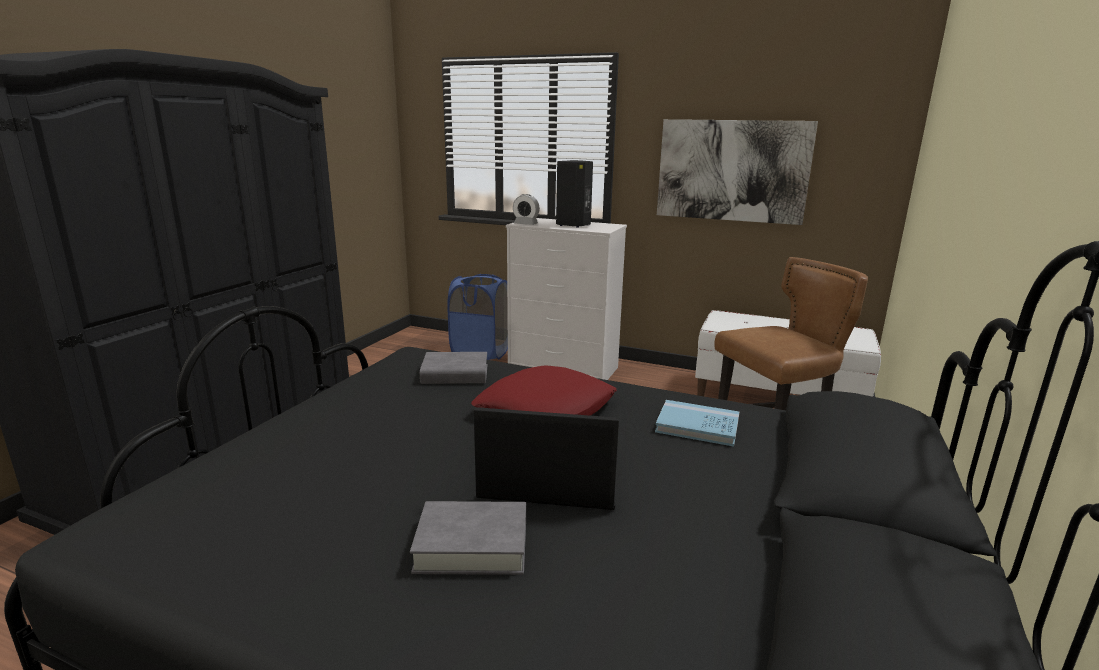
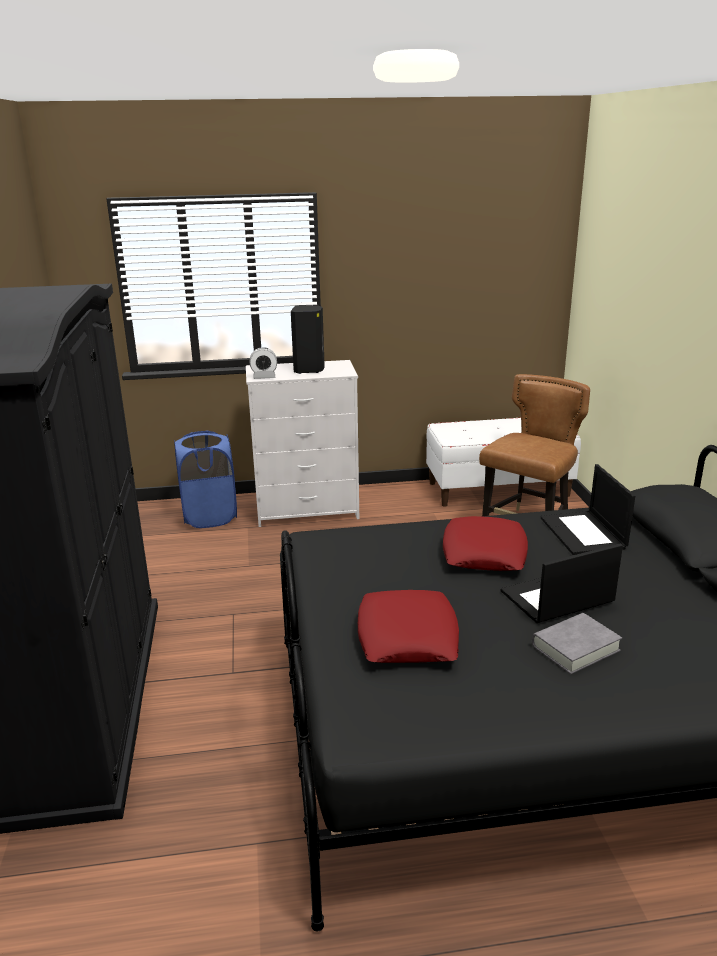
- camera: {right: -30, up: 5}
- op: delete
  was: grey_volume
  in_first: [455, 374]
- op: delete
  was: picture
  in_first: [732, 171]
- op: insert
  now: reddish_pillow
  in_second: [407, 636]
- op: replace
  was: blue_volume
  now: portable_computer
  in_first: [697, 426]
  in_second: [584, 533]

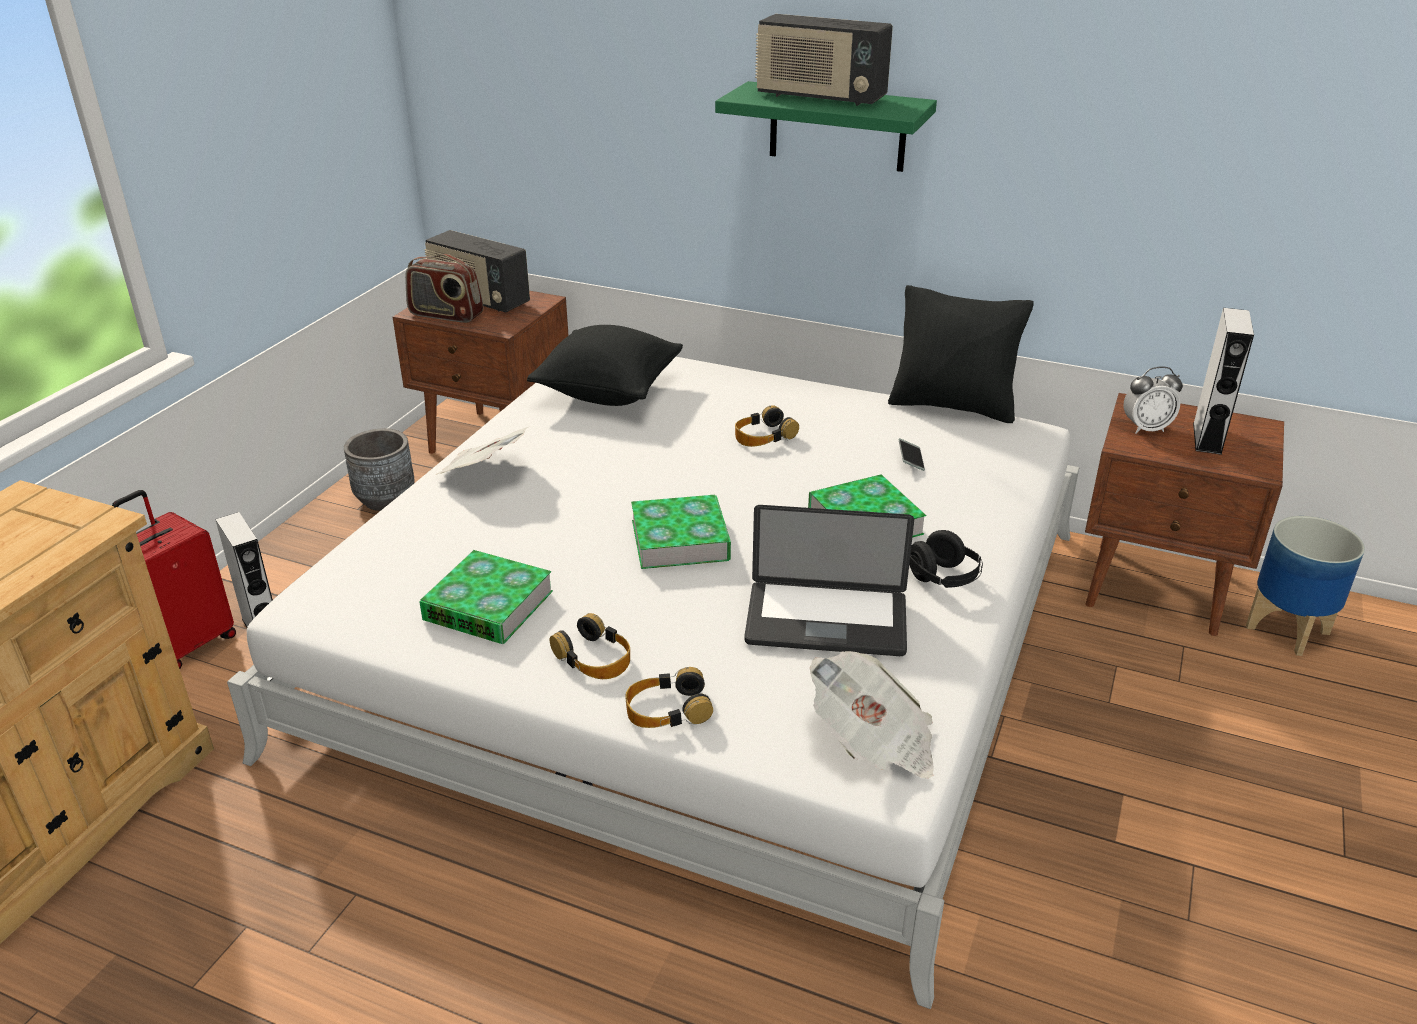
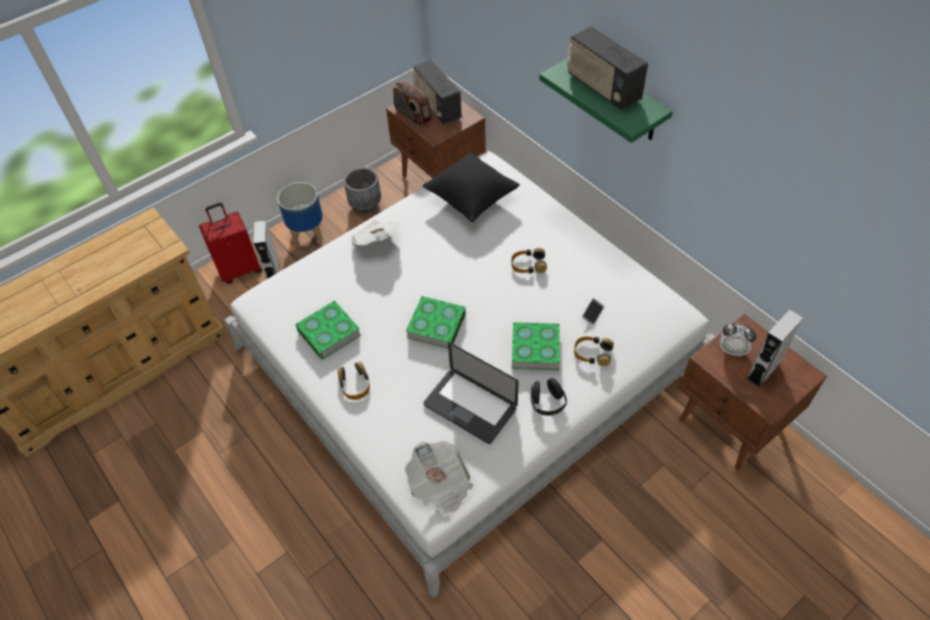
- camera: {right: 30, up: 20}
- op: delete
  was: black-coloured_pillow
  in_first: [952, 406]
- op: move
  was: pair_of_headphones
  in_first: [667, 709]
  in_second: [592, 353]
- op: move
  was: plant_pot
  in_first: [1287, 629]
  in_second: [308, 233]

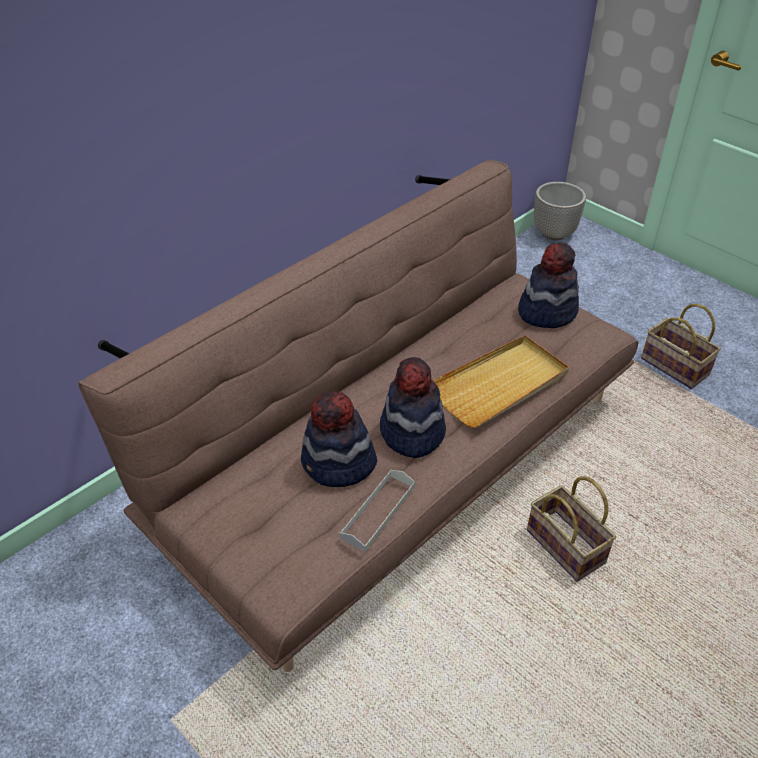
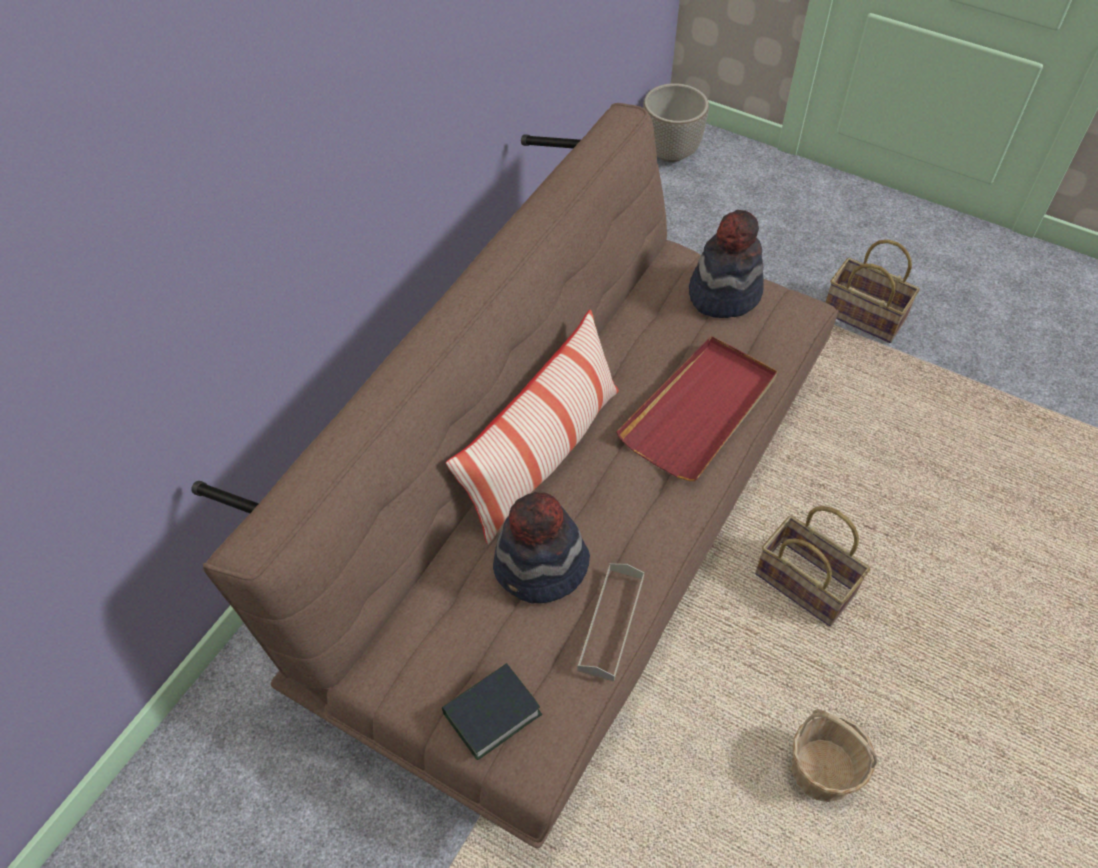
- camera: {right: -15, up: 10}
- op: delete
  was: hat
  in_first: [411, 432]
- op: insert
  now: volume
  in_second: [491, 714]
- op: insert
  now: pillow
  in_second: [541, 456]
- op: insert
  now: household_basket
  in_second: [823, 771]
- op: recolor
  was: sand-coloured_carrying_tray
  now: reddish_carrying_tray
  in_first: [500, 384]
  in_second: [700, 411]

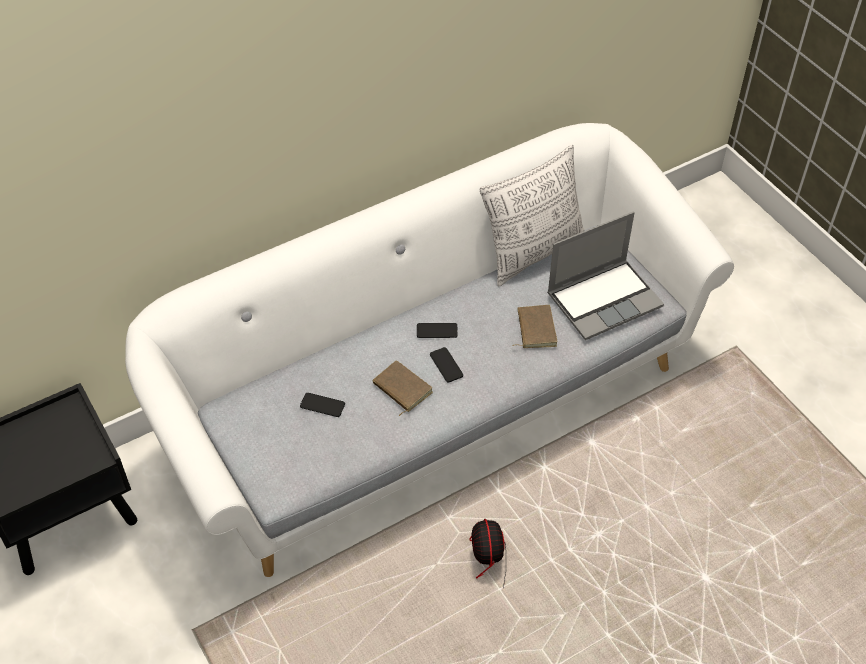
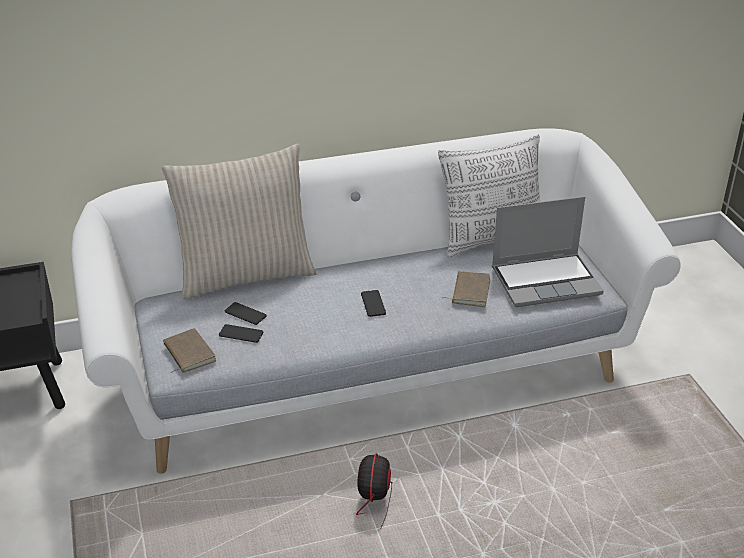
- camera: {right: 15, up: -15}
- op: insert
  now: sand-coloured_pillow
  in_second: [245, 274]
- op: move
  was: brown-coloured_volume
  in_first: [401, 389]
  in_second: [187, 353]
- op: move
  was: phone
  in_first: [437, 331]
  in_second: [241, 334]

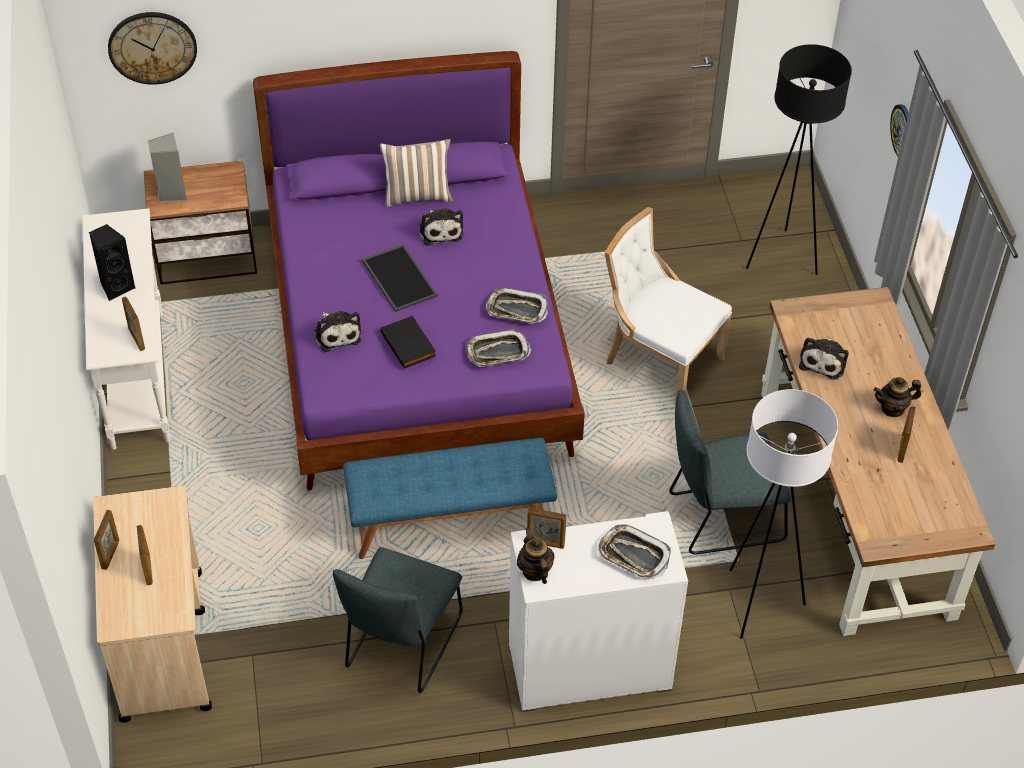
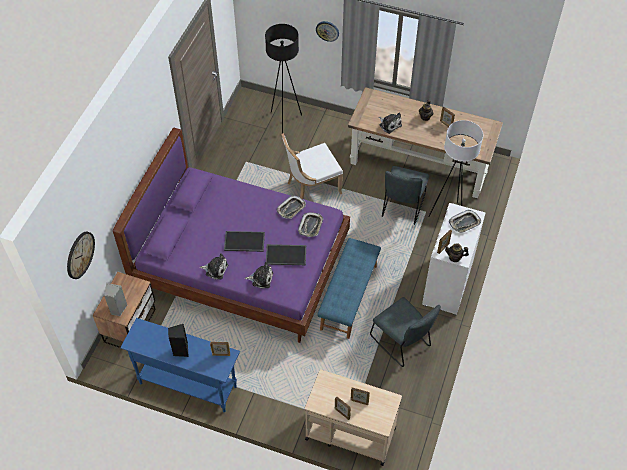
- camera: {right: -60, up: 5}
- op: delete
  was: pillow
  in_first: [417, 195]
- op: move
  was: cuddly_toy
  in_first: [440, 230]
  in_second: [215, 269]
- op: replace
  was: black-coloured_volume
  now: carrying_tray
  in_first: [409, 344]
  in_second: [286, 254]
- op: recolor
  was: whitish_console_table
  now: blue_console_table
  in_first: [138, 378]
  in_second: [187, 384]

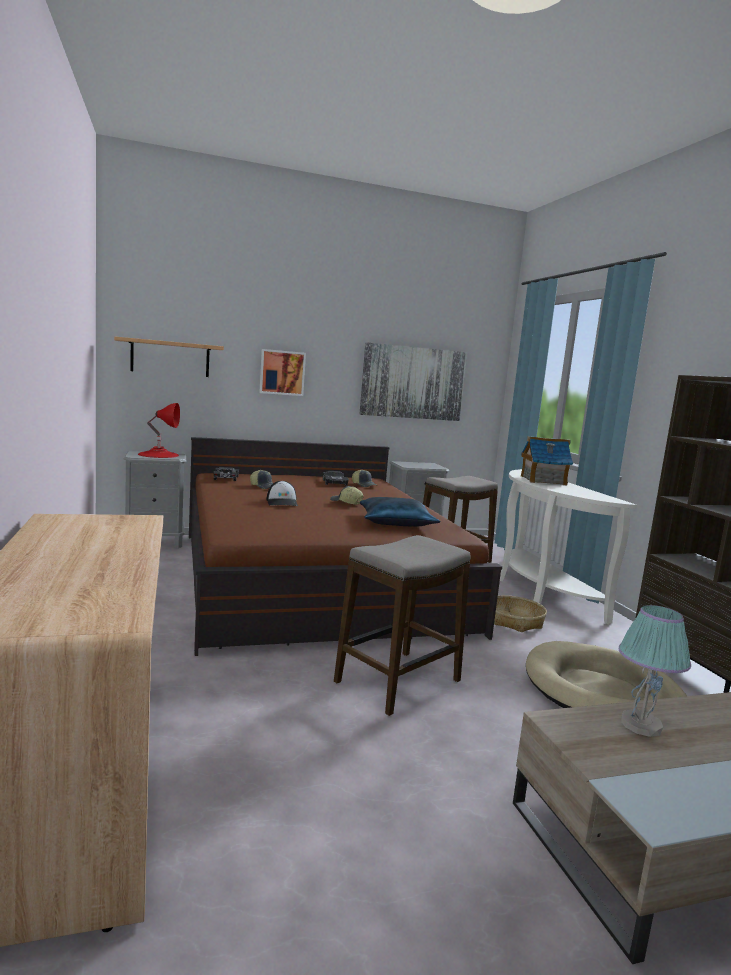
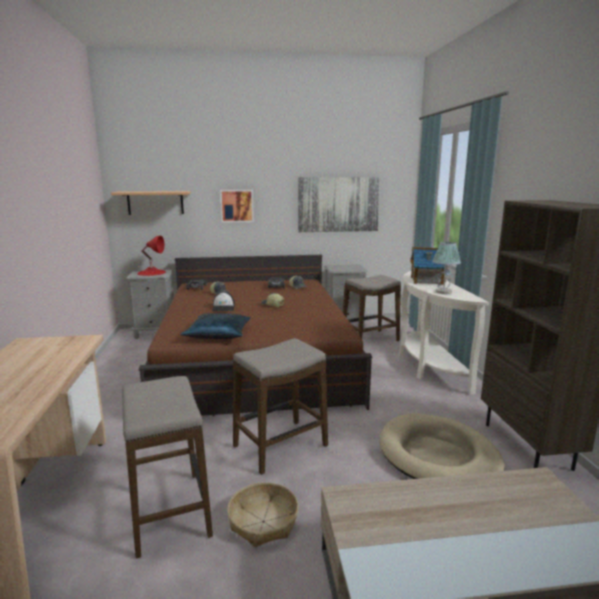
- camera: {right: 10, up: 5}
- op: insert
  now: stool
  in_second: [170, 511]
- op: move
  was: blue_pillow
  in_first: [396, 522]
  in_second: [219, 334]
- op: move
  was: household_basket
  in_first: [514, 621]
  in_second: [263, 522]
- op: move
  was: table_lamp
  in_first: [641, 725]
  in_second: [443, 292]

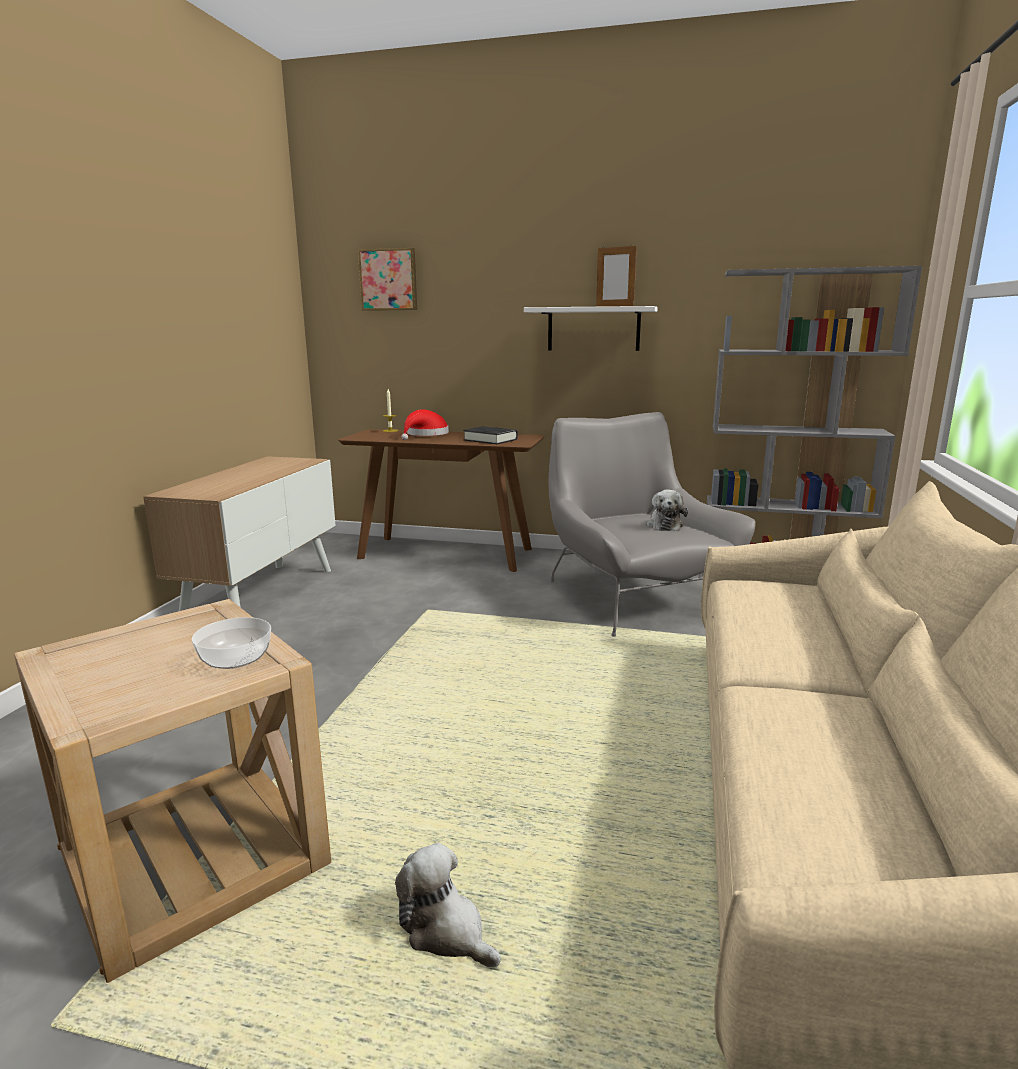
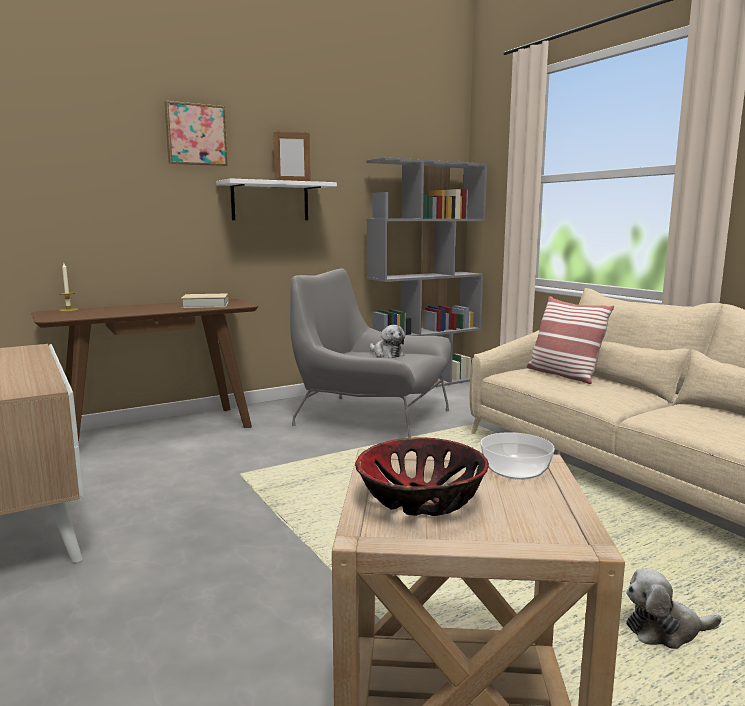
- camera: {right: -45, up: -5}
- op: delete
  was: reddish_hat
  in_first: [425, 435]
- op: insert
  now: deep_dish
  in_second: [420, 499]
- op: insert
  now: pillow
  in_second: [563, 375]
- op: move
  was: picture
  in_first: [389, 280]
  in_second: [195, 135]
- op: recolor
  was: black-coloured_volume
  now: sand-coloured_volume
  in_first: [490, 440]
  in_second: [205, 305]

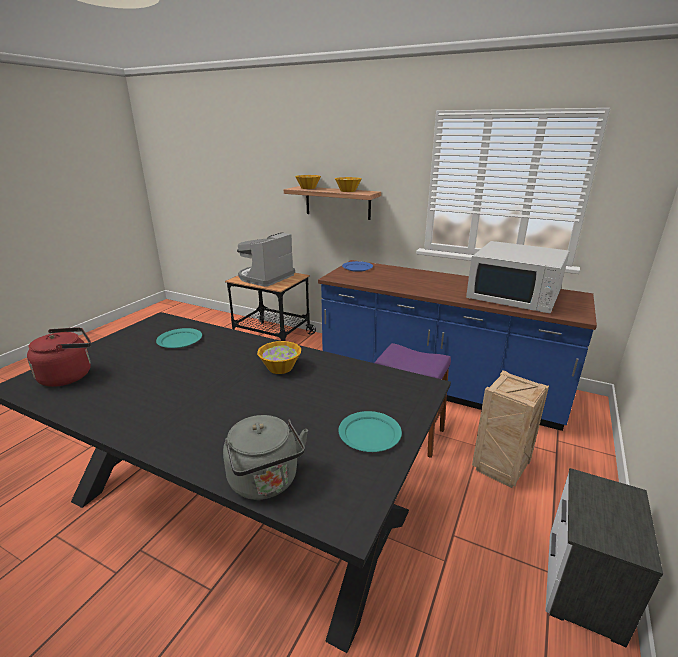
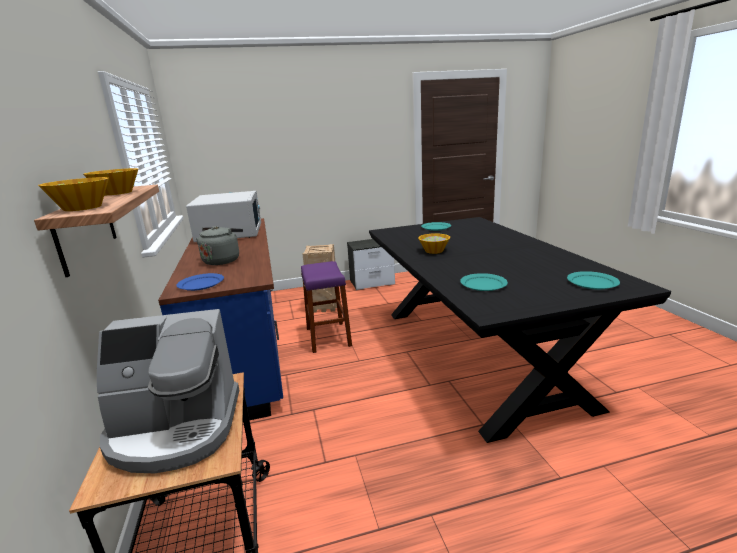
- camera: {right: -130, up: -5}
- op: move
  was: grey_kettle
  in_first: [266, 482]
  in_second: [223, 260]
- op: replace
  was: reddish_kettle
  now: turquoise-coloured_plate
  in_first: [69, 375]
  in_second: [592, 282]

